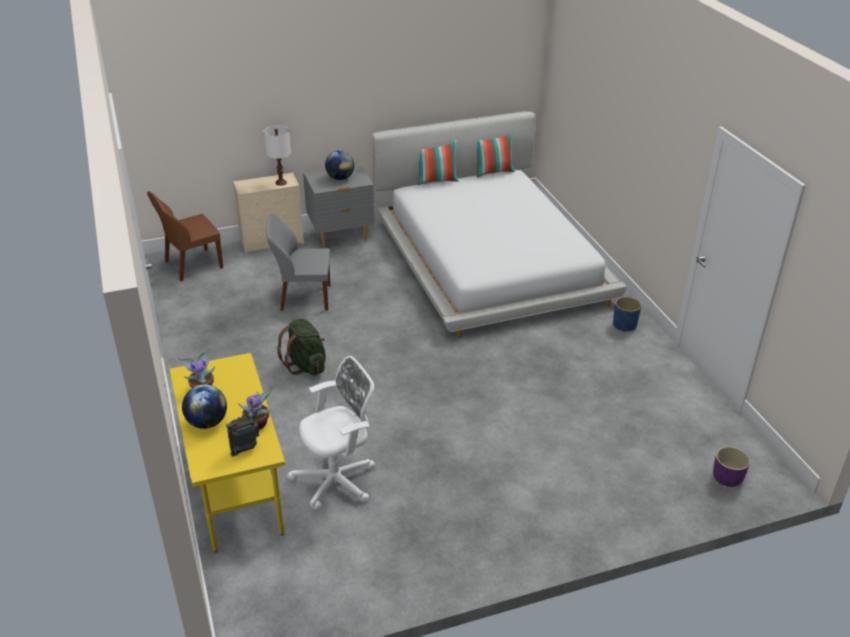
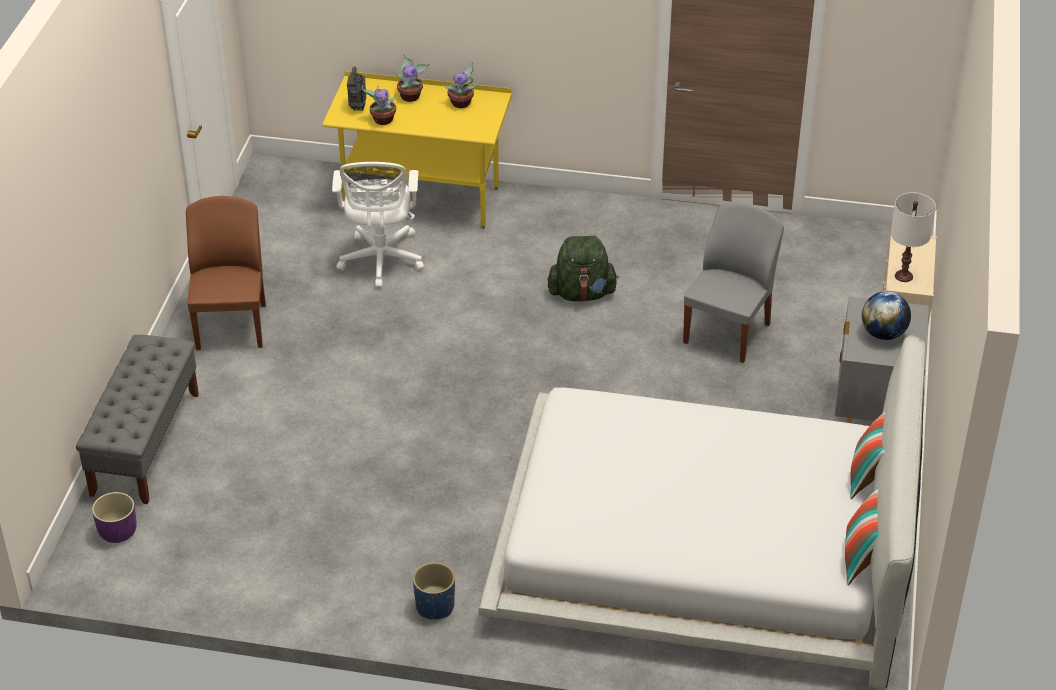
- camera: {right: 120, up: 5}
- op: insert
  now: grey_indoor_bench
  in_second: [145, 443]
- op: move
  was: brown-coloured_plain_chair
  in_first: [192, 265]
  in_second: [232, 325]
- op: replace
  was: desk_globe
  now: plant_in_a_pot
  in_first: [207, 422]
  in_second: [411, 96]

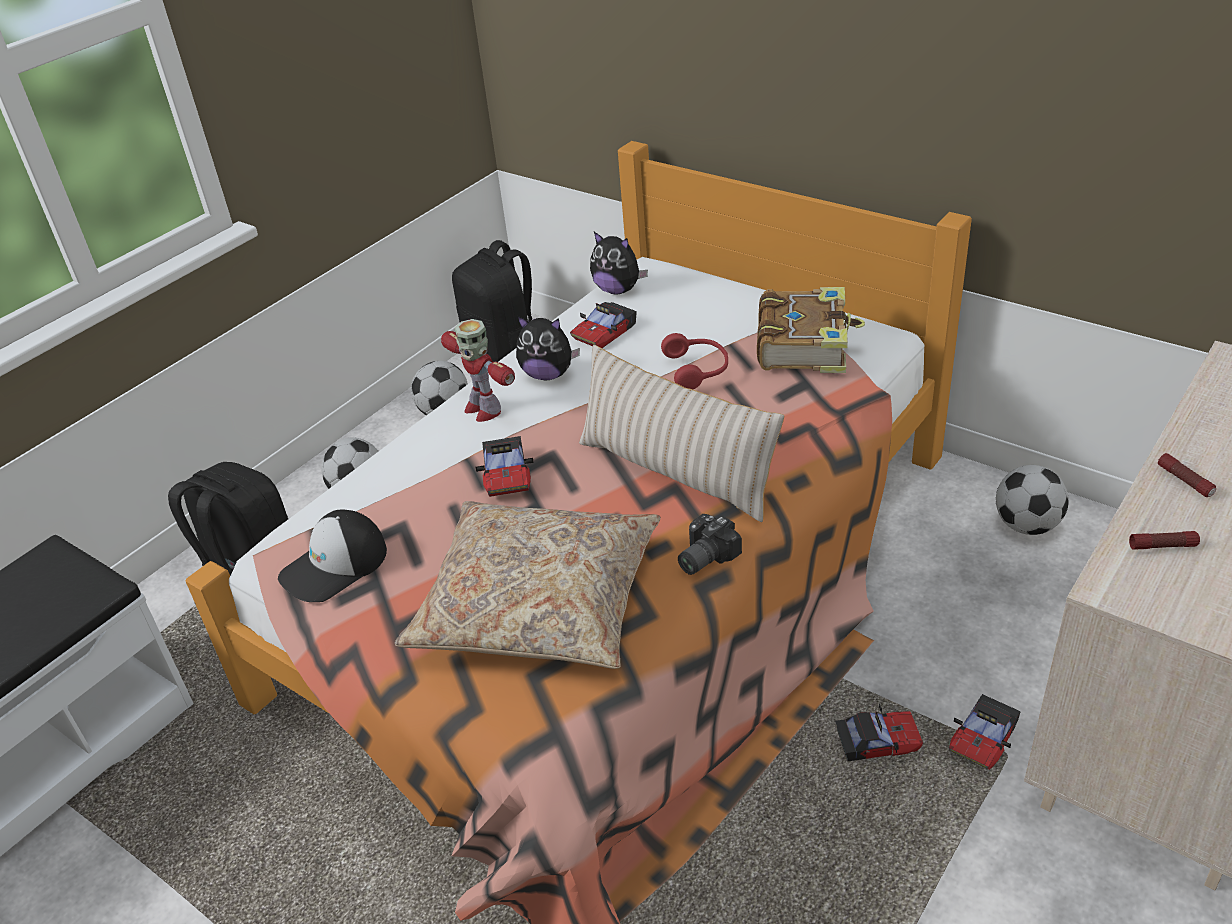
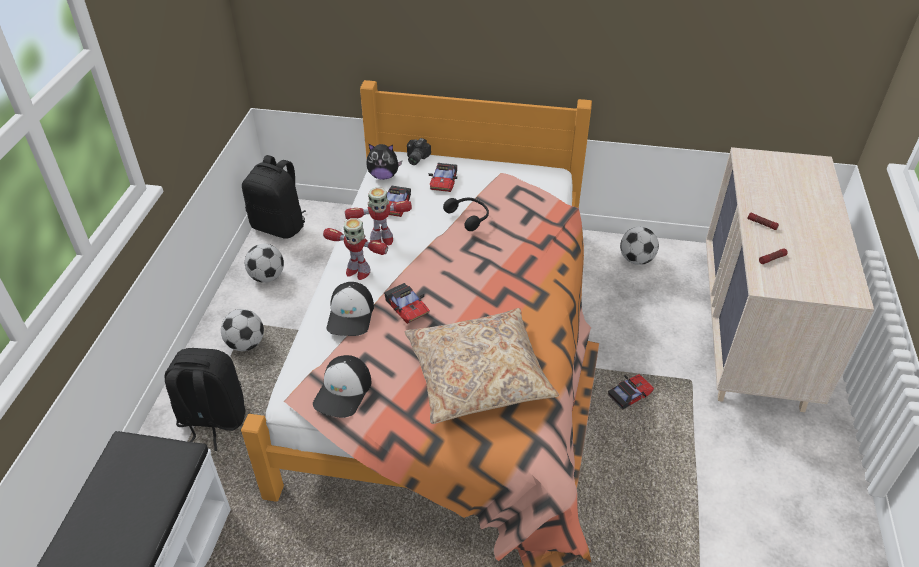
- camera: {right: -30, up: 5}
- op: delete
  was: sand-coloured_pillow
  in_first: [676, 471]
- op: delete
  was: volume
  in_first: [804, 344]
- op: insert
  now: peaked_cap
  in_second: [351, 315]
- op: move
  was: still_camera
  in_first: [703, 557]
  in_second: [415, 158]
- op: move
  was: model_car
  in_first: [983, 739]
  in_second: [444, 181]
- op: replace
  was: cuddly_toy
  now: model_robot
  in_first: [548, 374]
  in_second: [381, 240]
- op: recolor
  was: reddish_pair_of_headphones
  now: black-coloured_pair_of_headphones
  in_first: [698, 369]
  in_second: [469, 217]

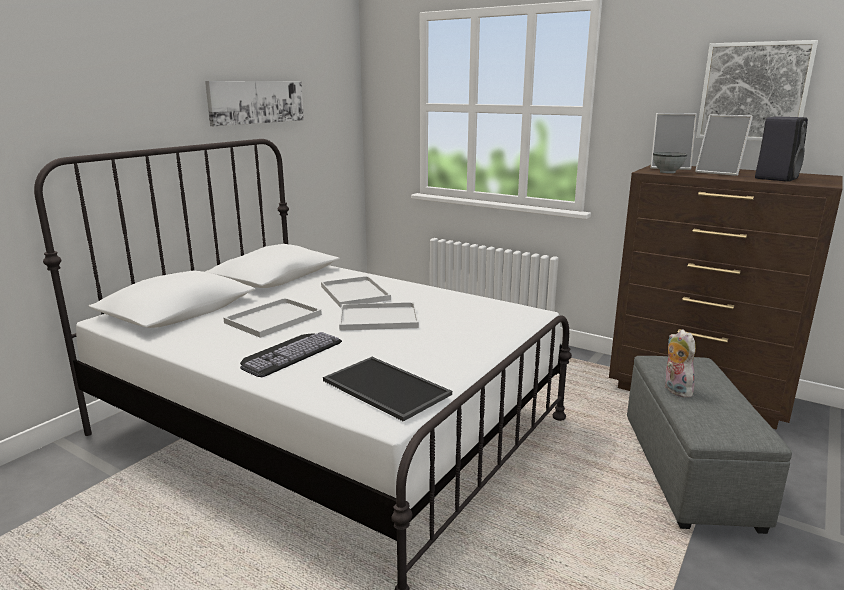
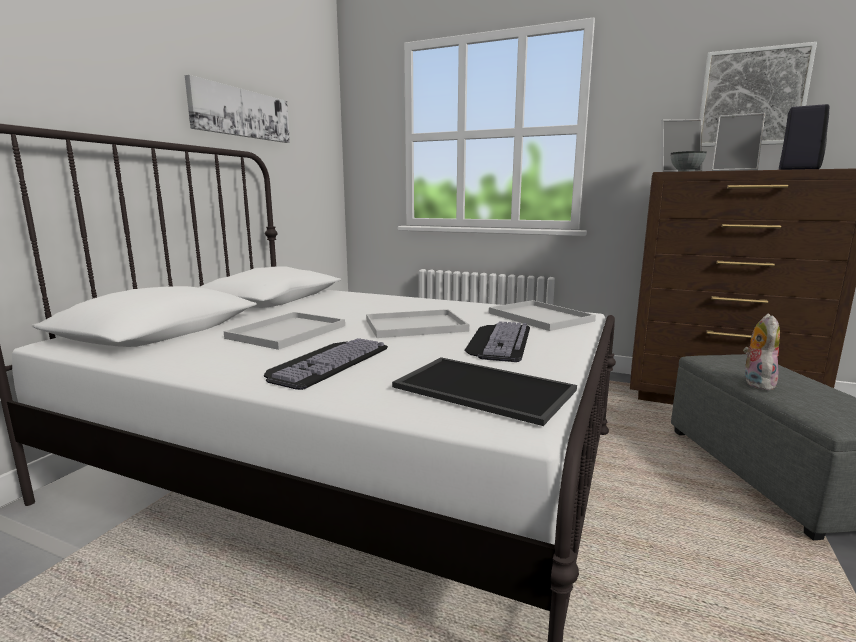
- camera: {right: -10, up: -5}
- op: insert
  now: keyboard
  in_second: [498, 341]
- op: move
  was: whitish_carrying_tray
  in_first: [356, 293]
  in_second: [542, 317]
- op: rotate
  was: cuddly_toy
  in_first: [674, 390]
  in_second: [756, 383]
  clockwise: 45

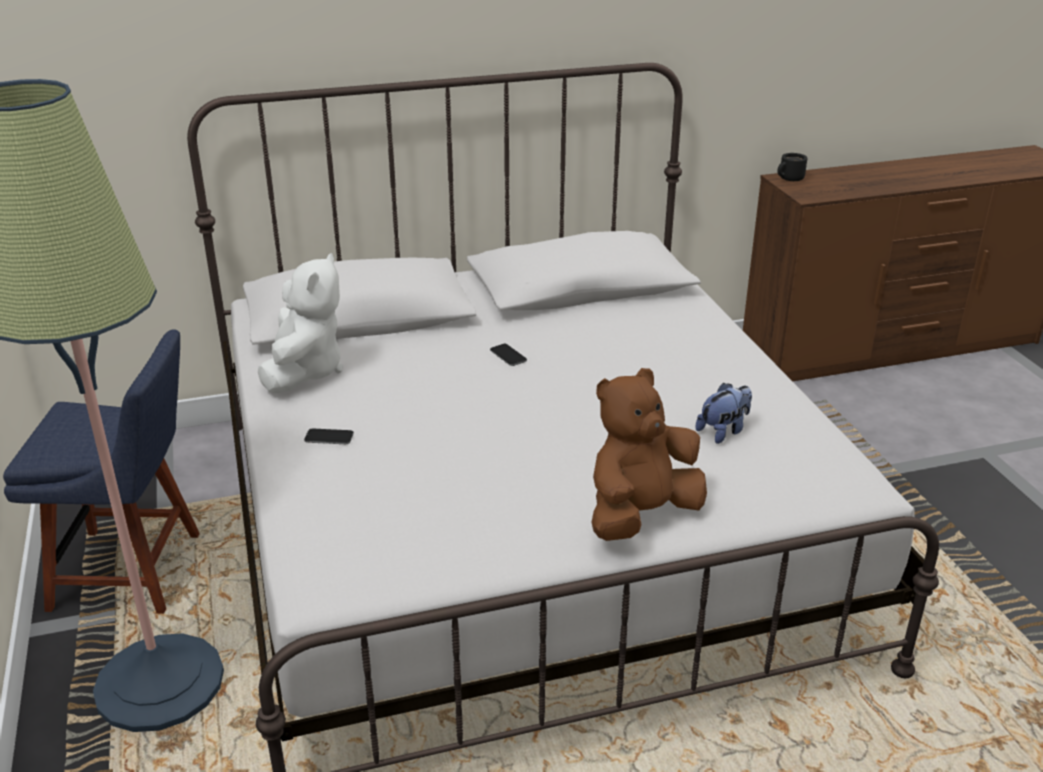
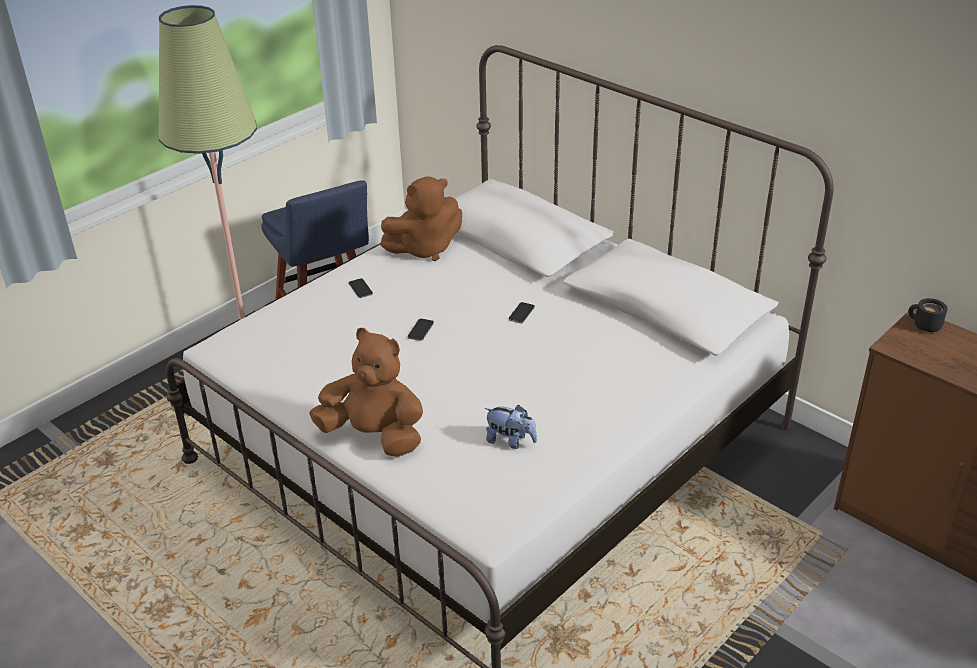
- camera: {right: 60, up: 5}
- op: insert
  now: phone
  in_second: [420, 331]
- op: recolor
  was: whitish_cuddly_toy
  now: brown-coloured_cuddly_toy
  in_first: [305, 371]
  in_second: [425, 249]

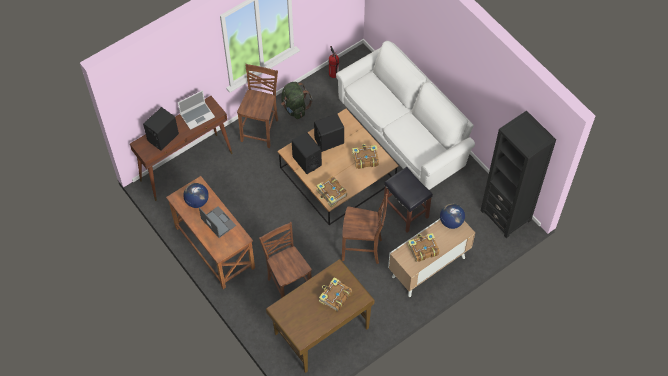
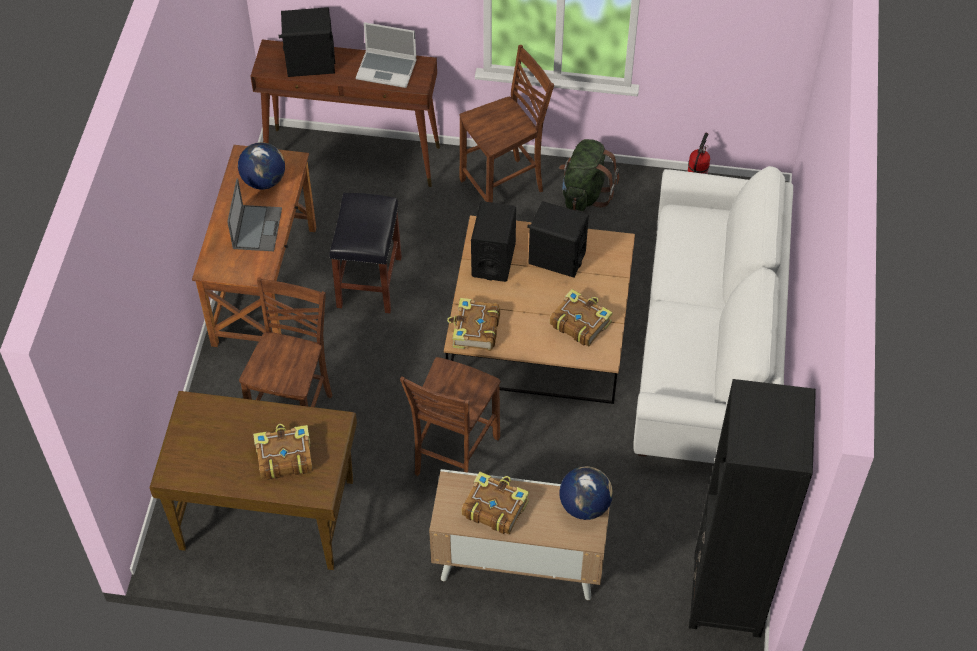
- camera: {right: 45, up: -5}
- op: move
  was: black-coloured_stool
  in_first: [406, 212]
  in_second: [369, 283]
- op: rotate
  was: brown-coloured_plain_chair
  in_first: [363, 249]
  in_second: [454, 456]
  clockwise: 60

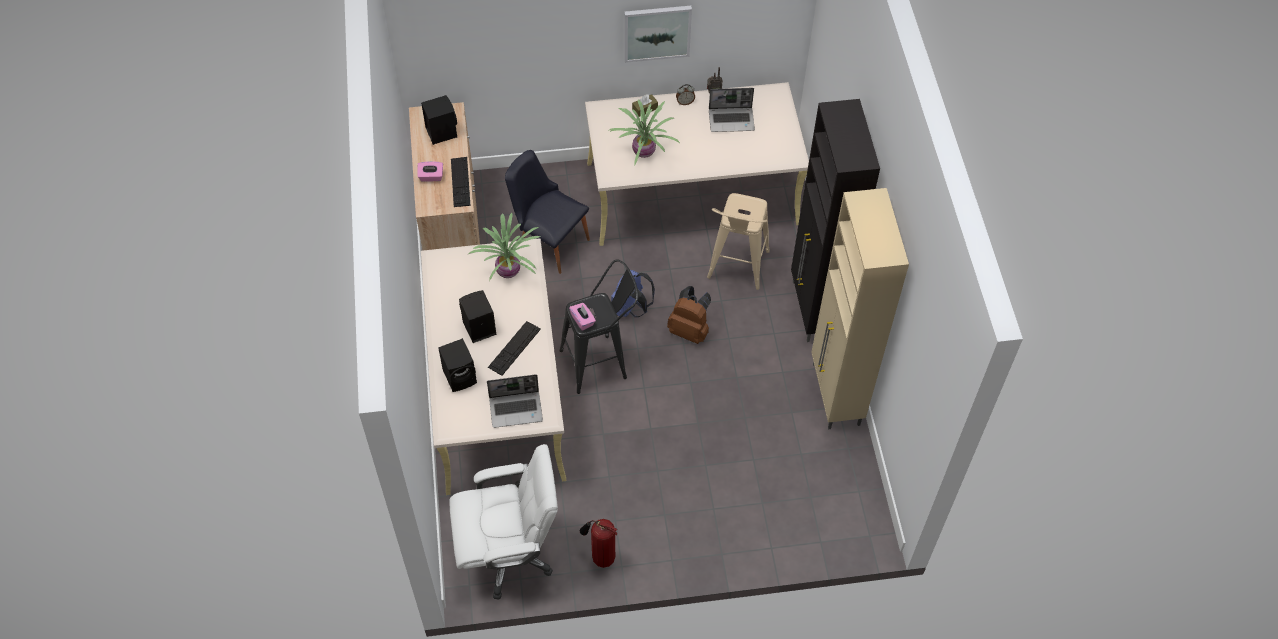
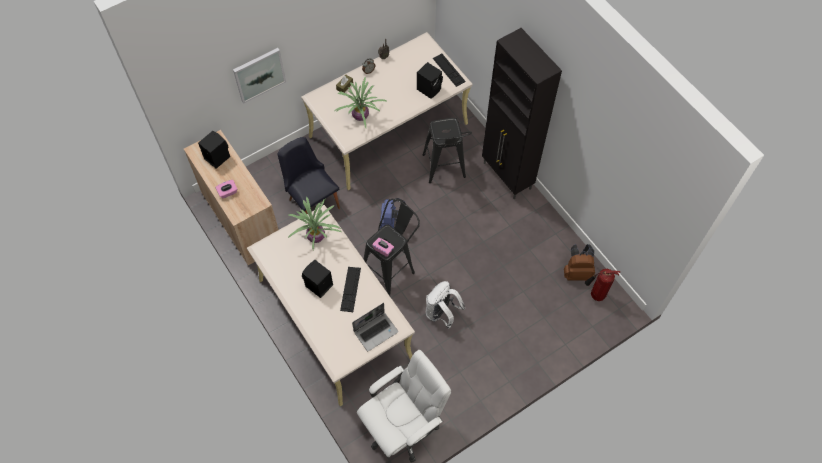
- camera: {right: -25, up: 5}
- op: delete
  was: portable_computer
  in_first: [732, 120]
- op: delete
  was: sand-coloured_cupboard
  in_first: [835, 395]
- op: insert
  now: whitish_knapsack
  in_second: [442, 313]
- op: move
  was: black-coloured_speaker
  in_first: [461, 376]
  in_second: [429, 88]
- op: move
  was: keyboard
  in_first: [460, 182]
  in_second: [448, 70]
- op: move
  was: fire-fighting_cylinder
  in_first: [600, 558]
  in_second: [595, 295]
- op: move
  was: picture
  in_first: [657, 32]
  in_second: [259, 74]
- op: move
  was: brown-coloured_knapsack
  in_first: [690, 330]
  in_second: [577, 272]
- op: recolor
  was: sand-coloured_stool
  now: black-coloured_stool
  in_first: [736, 270]
  in_second: [444, 170]
- op: rotate
  was: black-coloured_plain_chair
  in_first: [548, 240]
  in_second: [311, 200]
  clockwise: 45

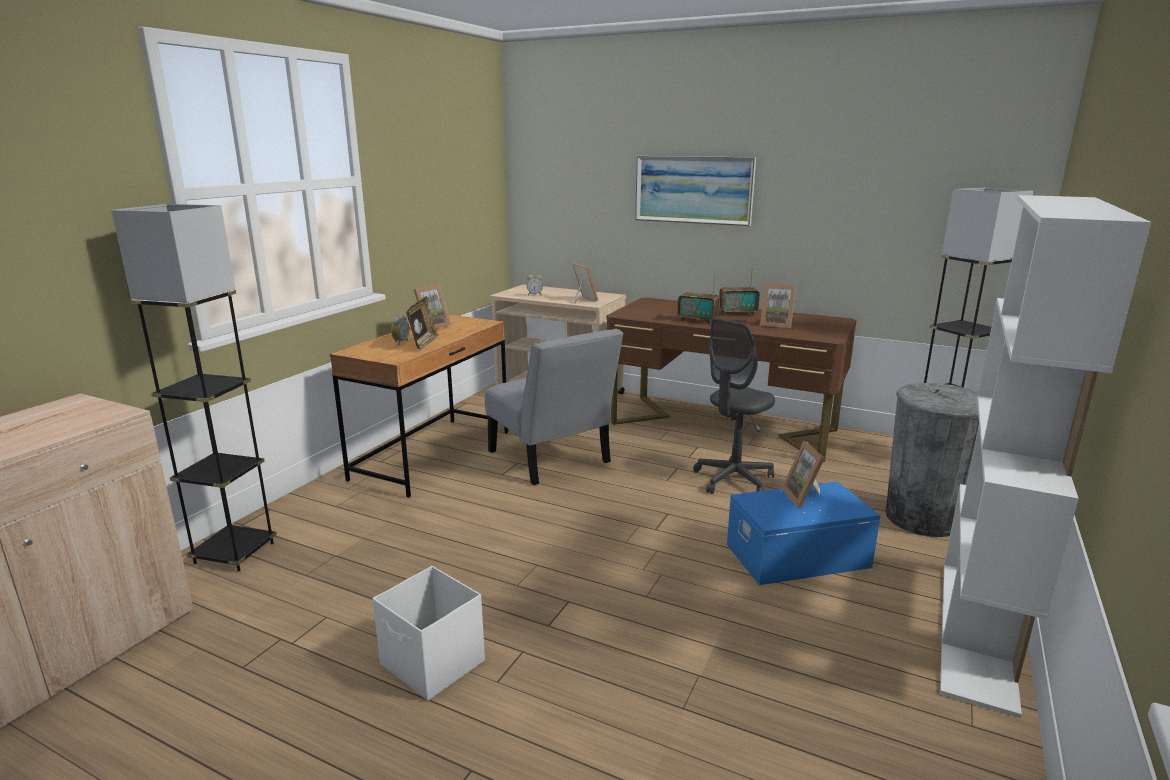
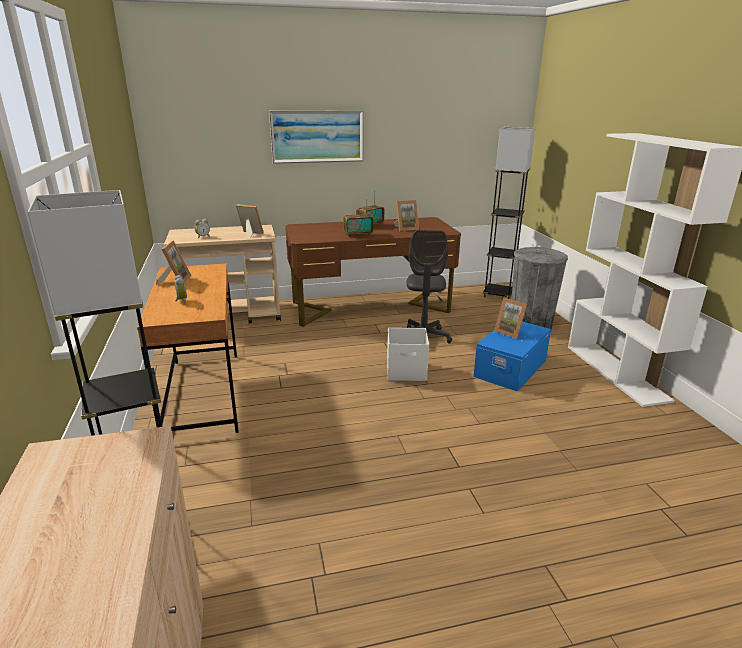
- camera: {right: -40, up: 5}
- op: delete
  was: standing_frame
  in_first: [423, 343]
- op: delete
  was: grey_plain_chair
  in_first: [552, 460]
- op: move
  was: whitish_storage_bin
  in_first: [433, 664]
  in_second: [407, 372]

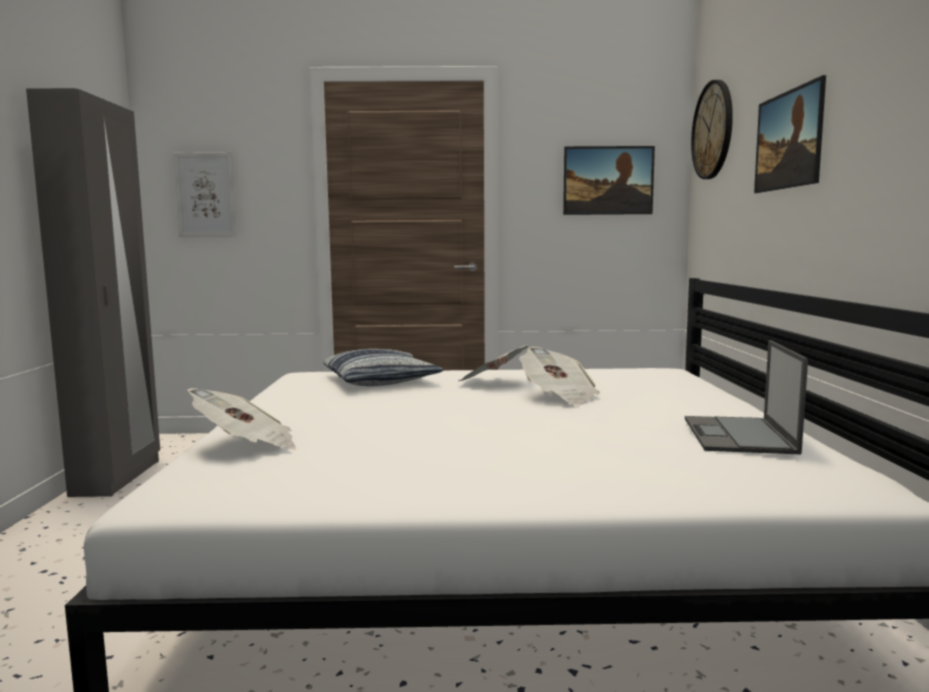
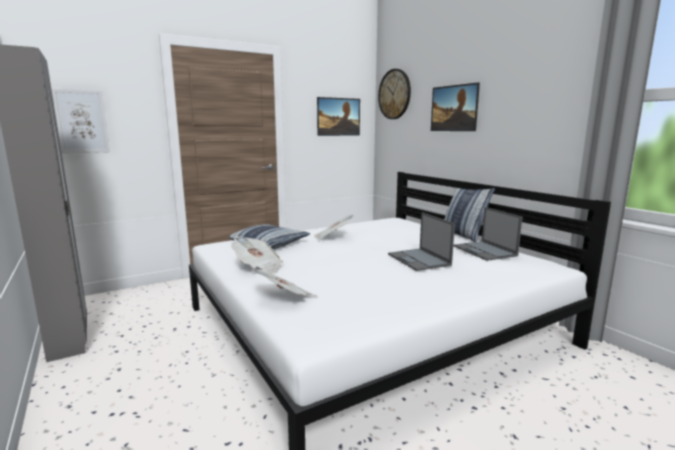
- camera: {right: -30, up: 5}
- op: insert
  now: portable_computer
  in_second: [419, 260]
- op: insert
  now: pillow
  in_second: [463, 235]
- op: move
  was: newspaper
  in_first: [559, 397]
  in_second: [258, 267]

